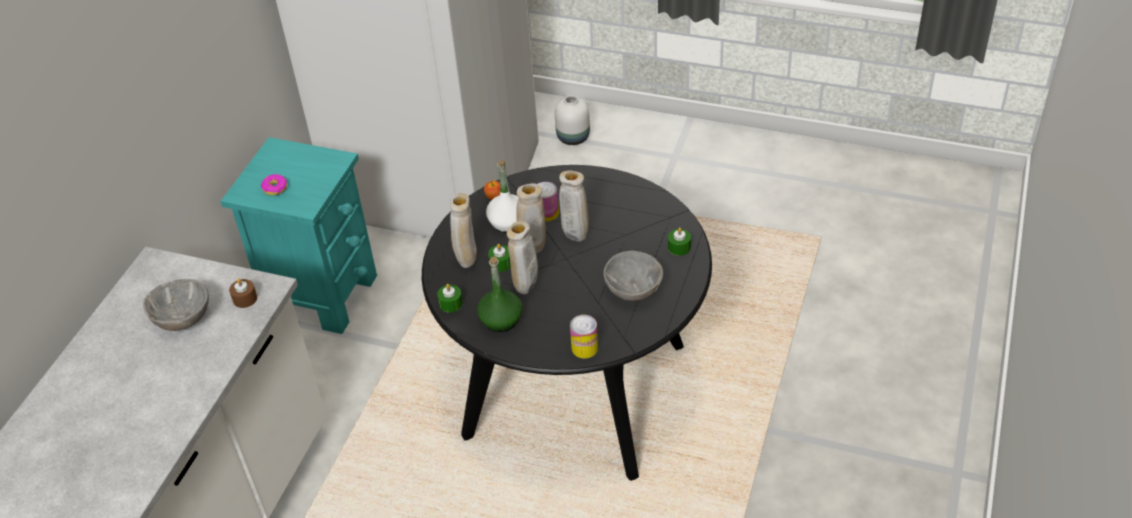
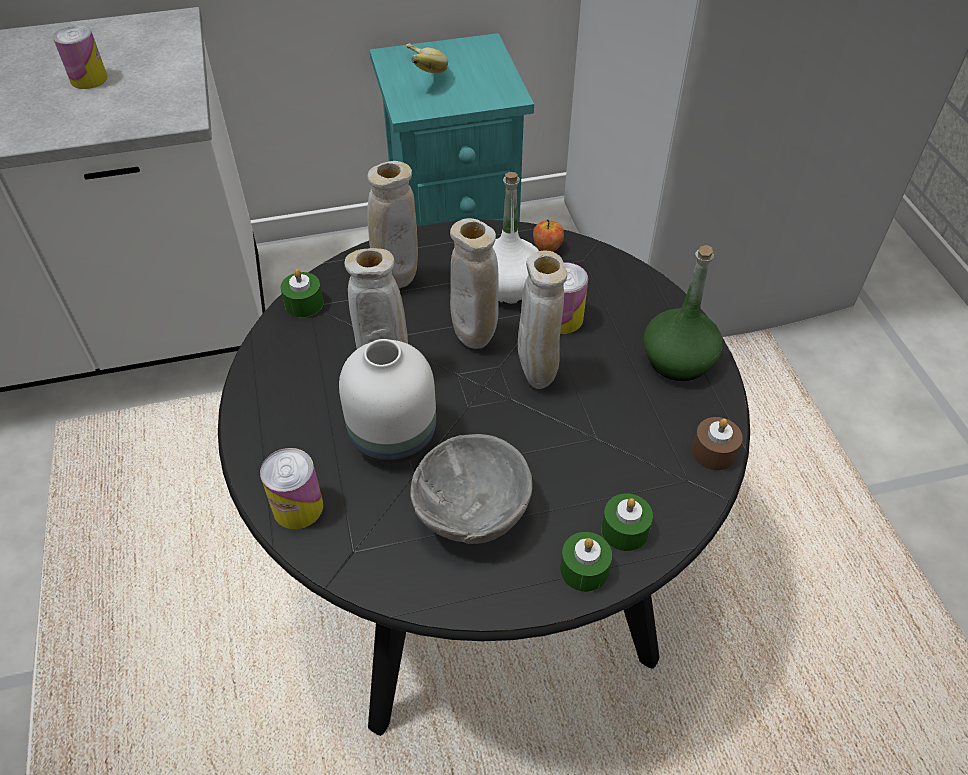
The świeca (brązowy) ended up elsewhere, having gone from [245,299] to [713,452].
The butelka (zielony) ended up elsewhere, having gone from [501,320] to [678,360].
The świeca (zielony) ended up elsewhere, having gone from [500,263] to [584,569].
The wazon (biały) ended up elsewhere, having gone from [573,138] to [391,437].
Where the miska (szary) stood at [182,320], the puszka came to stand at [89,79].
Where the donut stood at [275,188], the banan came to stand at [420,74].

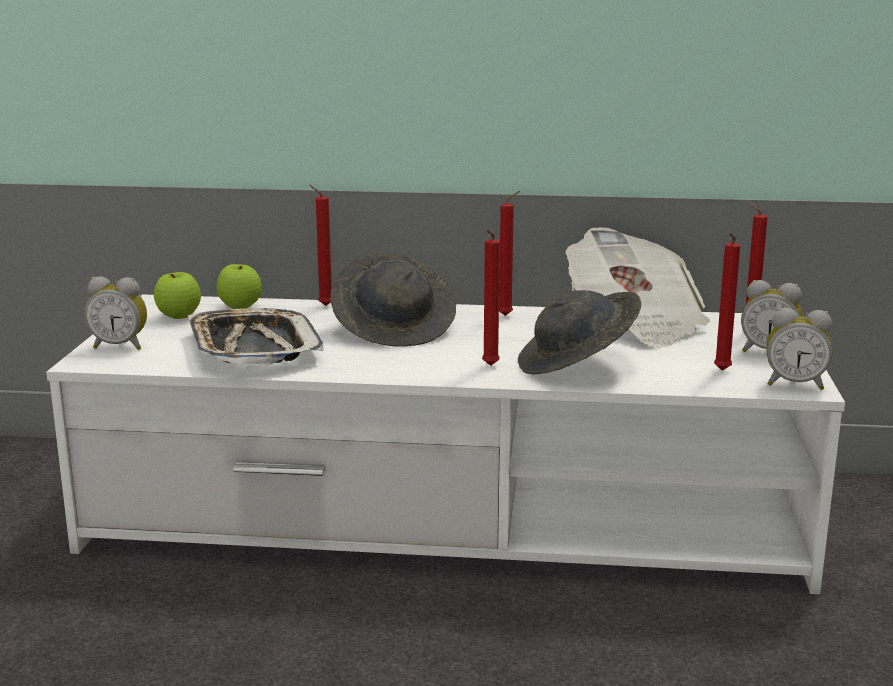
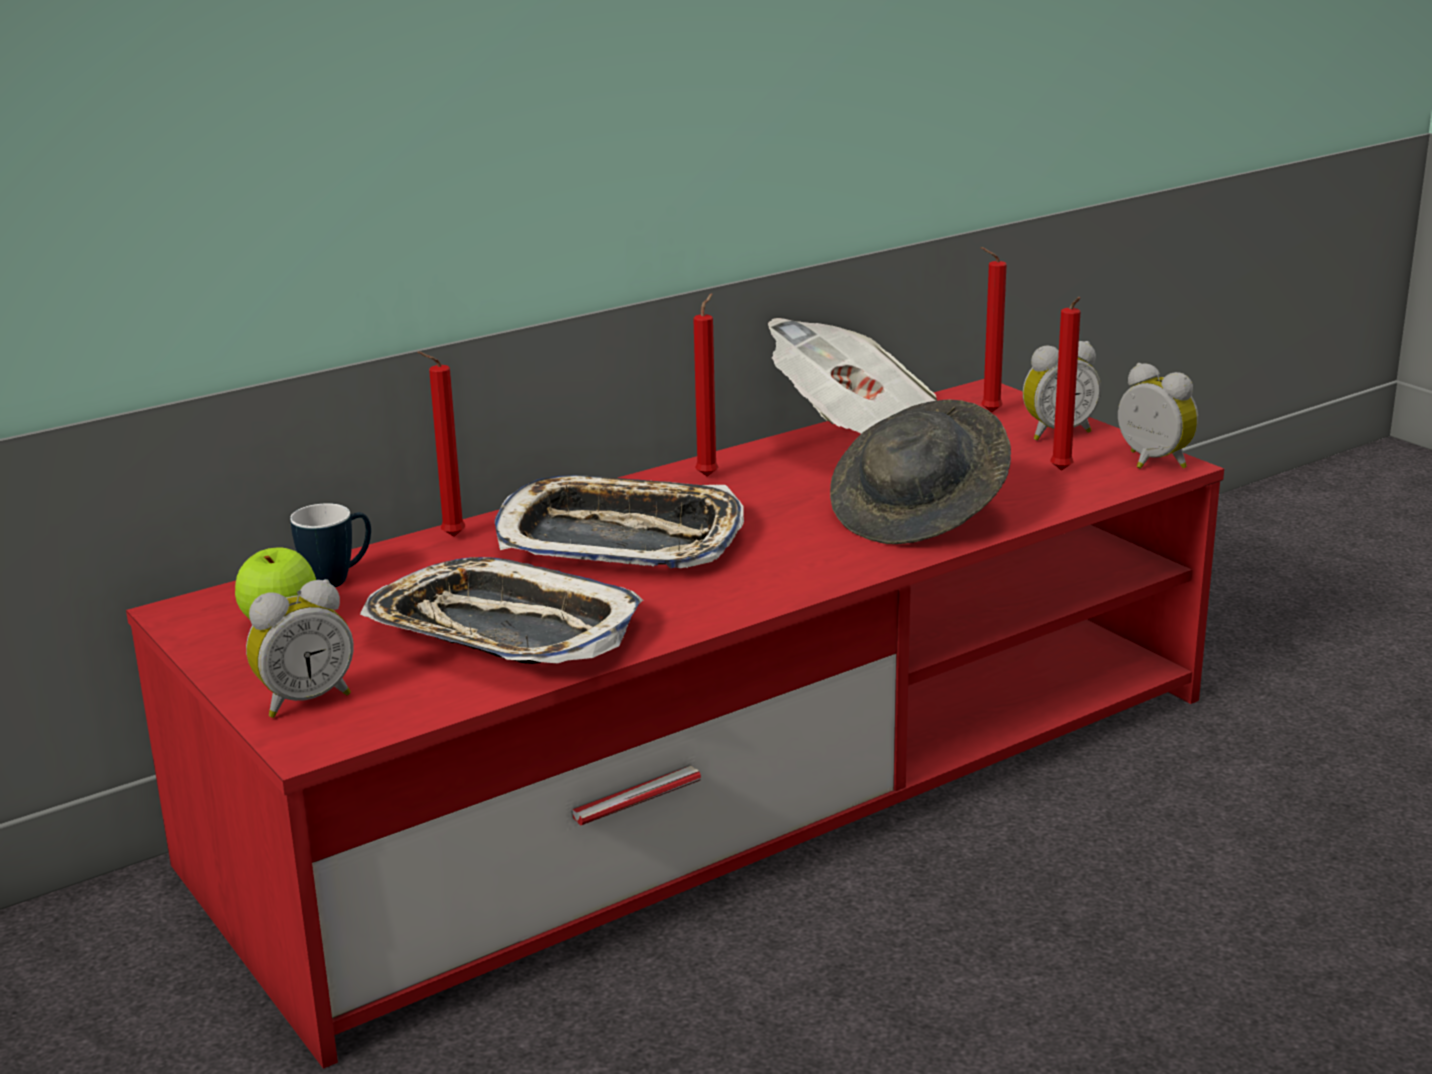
The second view lost the świeca (czerwony) at [489,366].
Where the jabłko stood at [240,307], the kubek came to stand at [338,579].
Where the kapelusz (szary) stood at [395,329], the taca came to stand at [620,539].
What was the szafka pod telewizor (biały) at [449,512] turned into the szafka pod telewizor (czerwony) at [720,775].
The budzik at [795,384] ended up facing another way, 105 degrees counterclockwise from before.

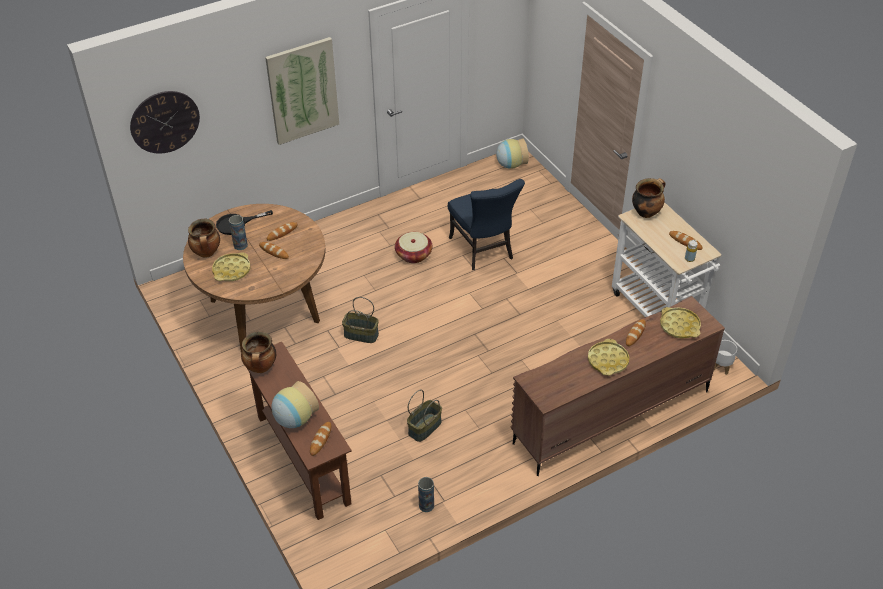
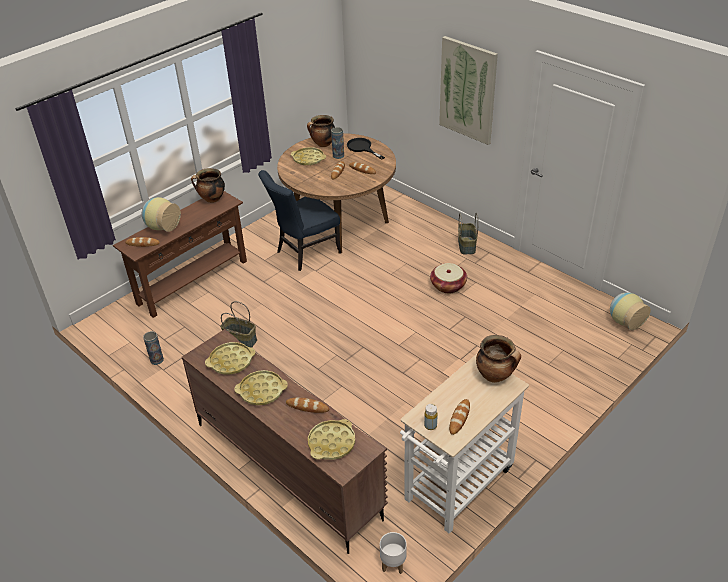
The second view lost the zegar ścienny at [165,122].
The second view gained the taca (żółty) at [231,361].
The koszyk ended up elsewhere, having gone from [360,335] to [466,245].
The krzesło (niebieski) ended up elsewhere, having gone from [484,250] to [305,253].

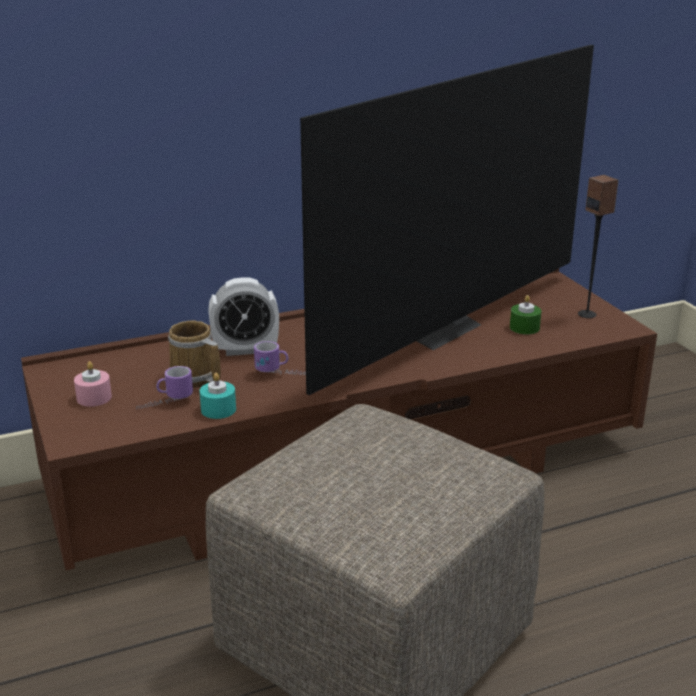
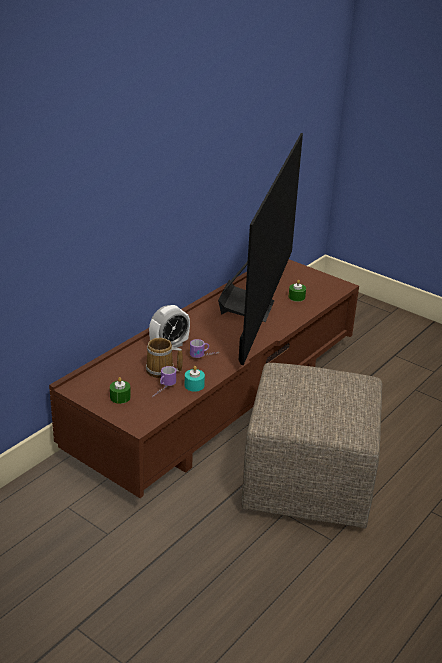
The second view lost the głośnik at [587,314].
What was the świeca (różowy) at [94,397] turned into the świeca (zielony) at [120,397].

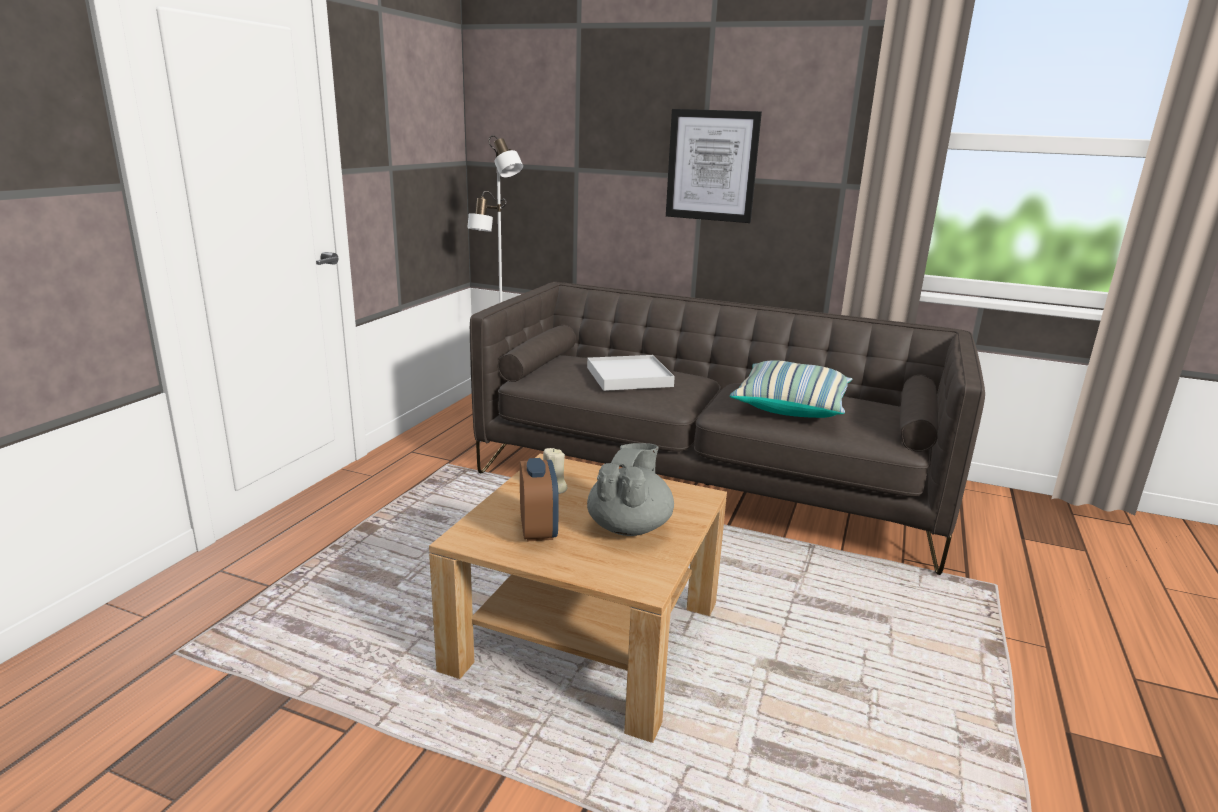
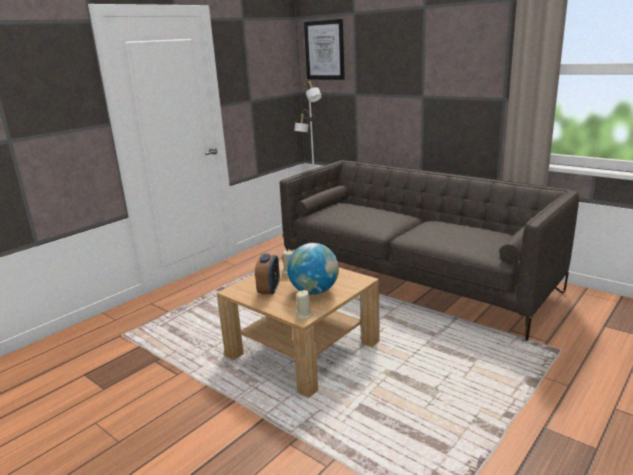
The second view lost the taca (biały) at [629,377].
The second view lost the poduszka at [791,406].
The second view gained the świeca (beżowy) at [304,315].
The obraz ended up elsewhere, having gone from [712,166] to [324,50].
Where the imbryk (szary) stood at [629,526], the globus came to stand at [314,291].

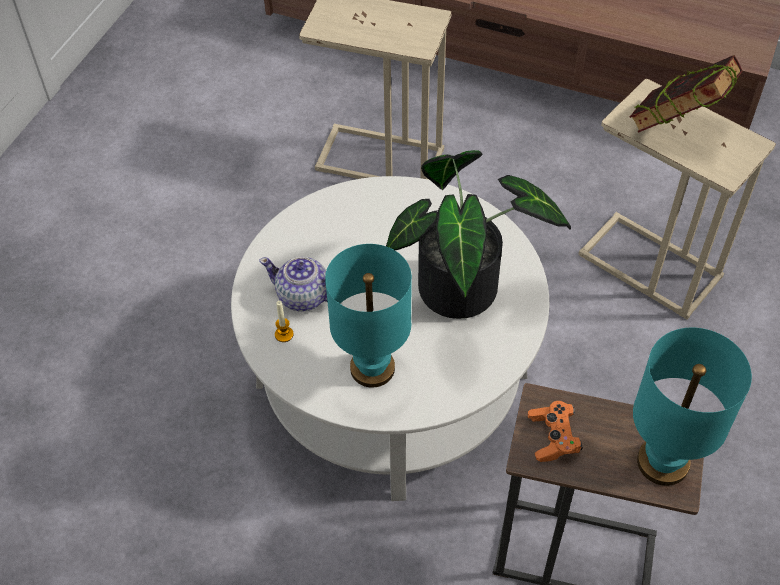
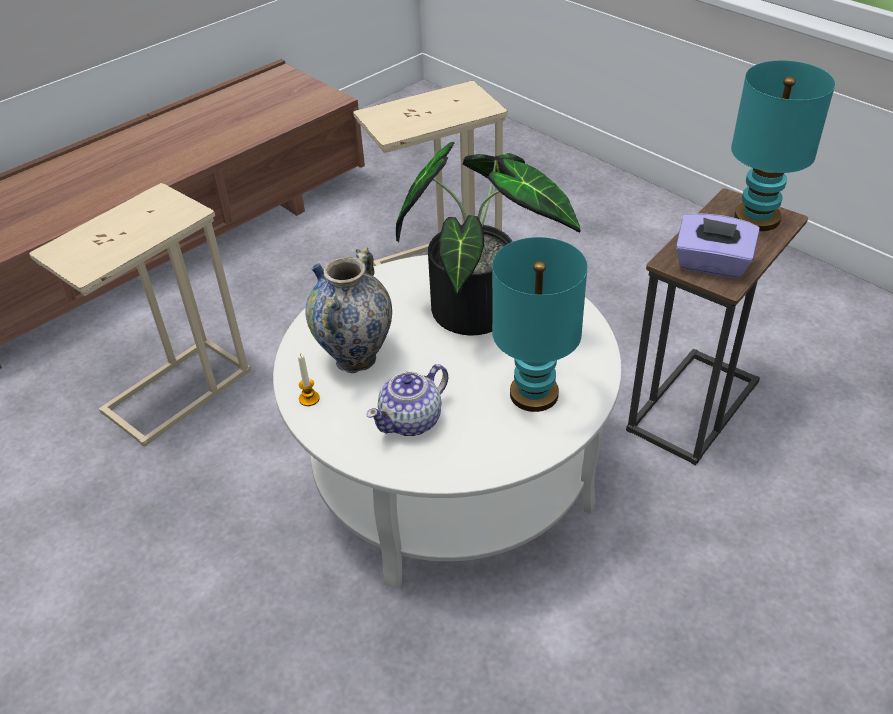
The second view lost the książka at [676,128].
The second view gained the wazon at [355,359].
The świeca ended up elsewhere, having gone from [284,334] to [309,399].
Where the pad do gier (pomarańczowy) stood at [553,437], the pudełko chusteczek (fioletowy) came to stand at [711,265].

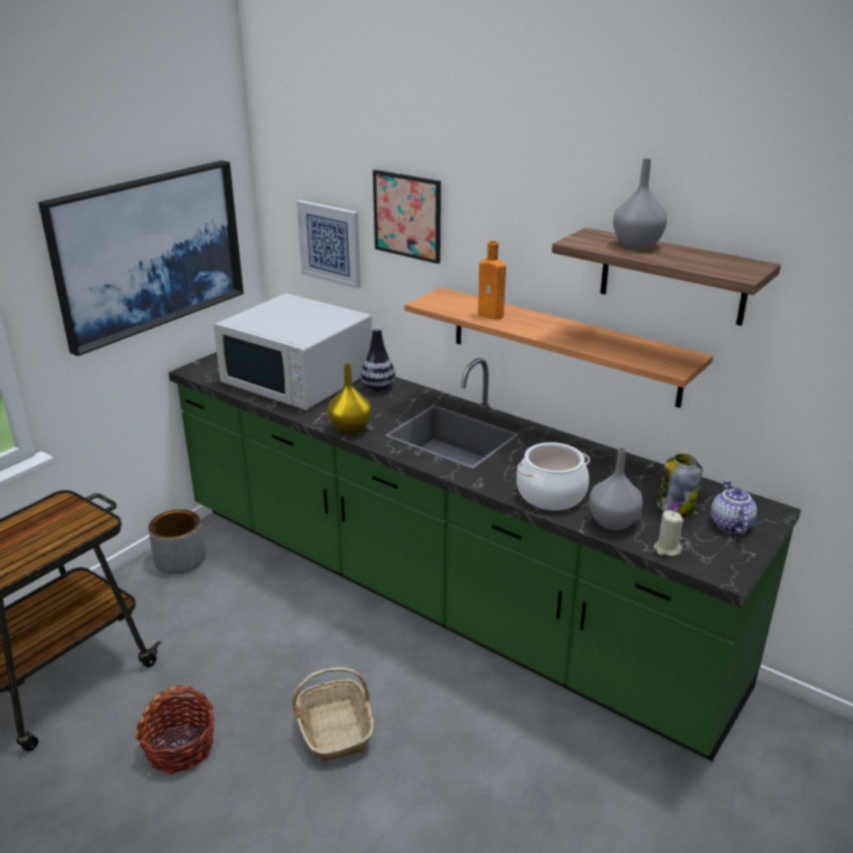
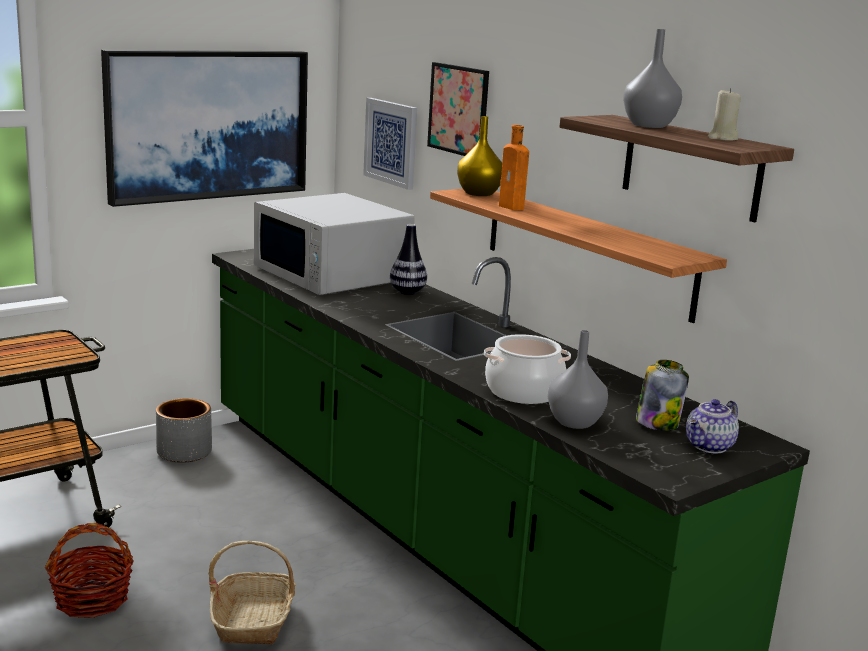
The wazon (żółty) ended up elsewhere, having gone from [351,429] to [480,193].
The świeca (beżowy) ended up elsewhere, having gone from [667,549] to [722,138].
The imbryk at [729,524] ended up facing another way, 150 degrees counterclockwise from before.

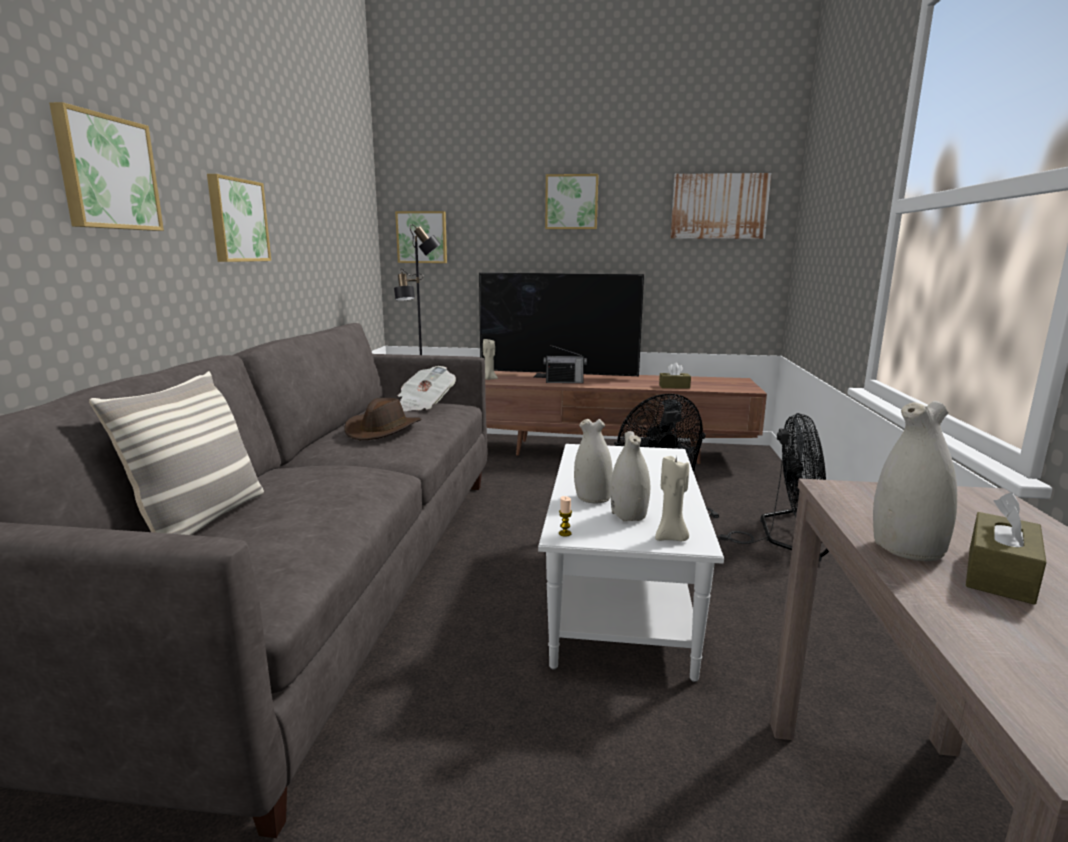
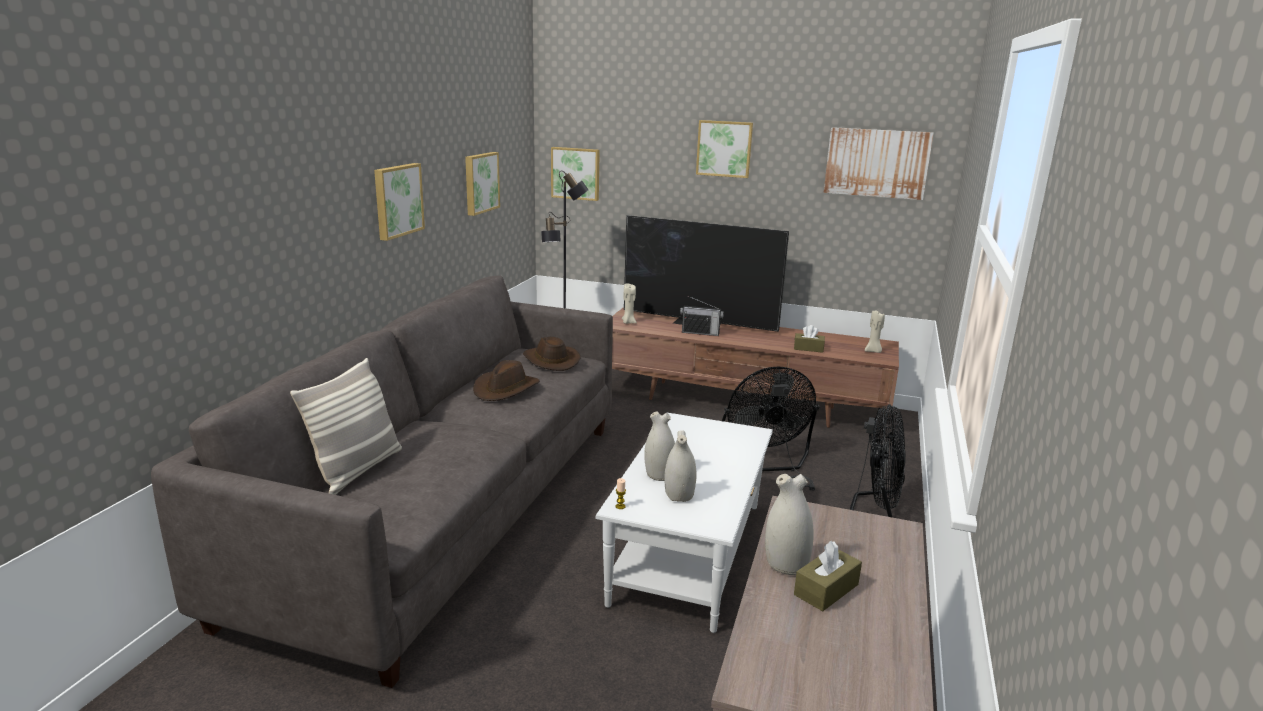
The obraz ended up elsewhere, having gone from [106,173] to [480,182].
The świeca (beżowy) ended up elsewhere, having gone from [671,538] to [873,351].
Where the gazeta stood at [424,405], the kapelusz (brązowy) came to stand at [550,360].

